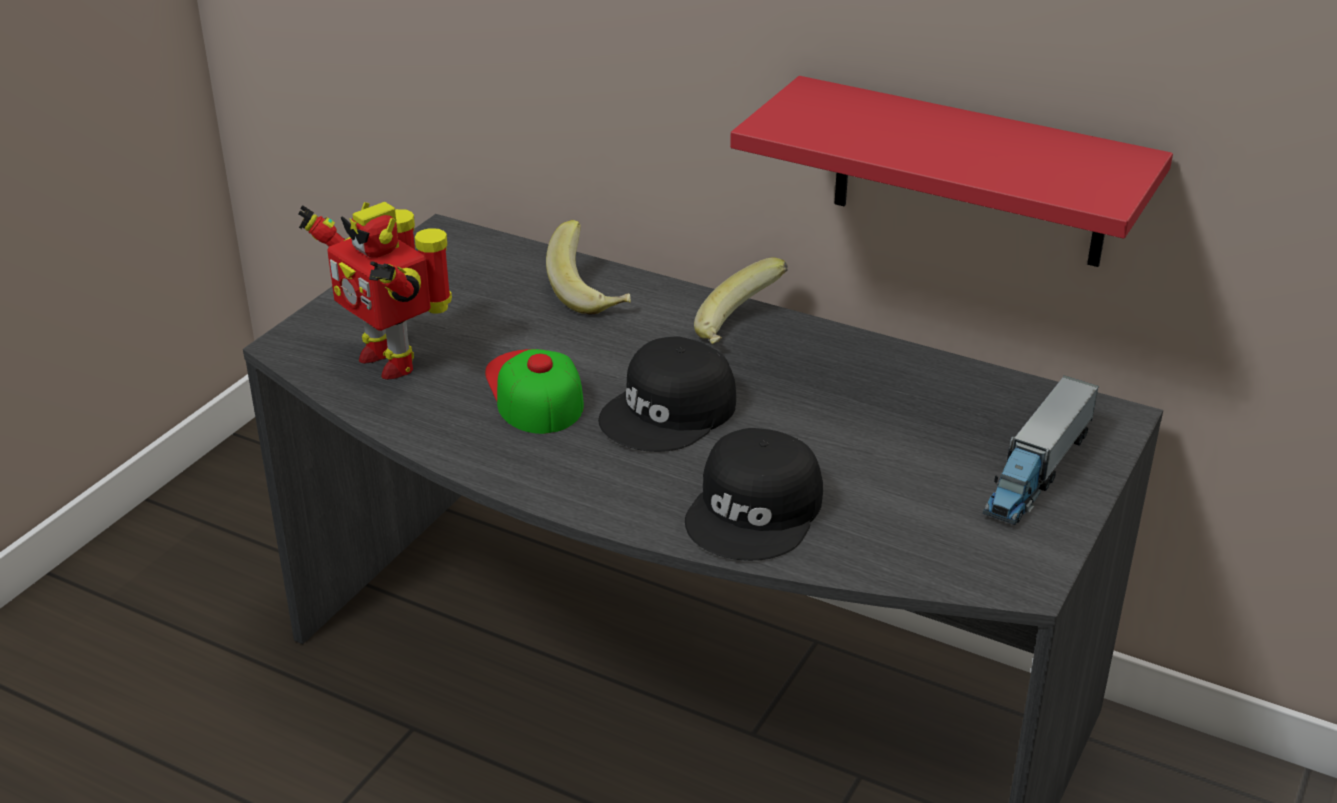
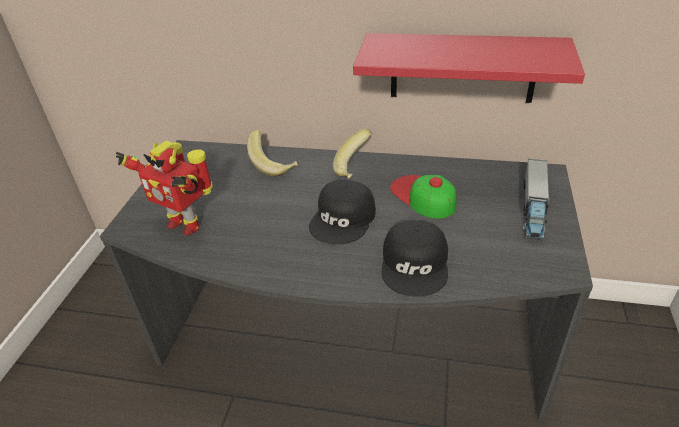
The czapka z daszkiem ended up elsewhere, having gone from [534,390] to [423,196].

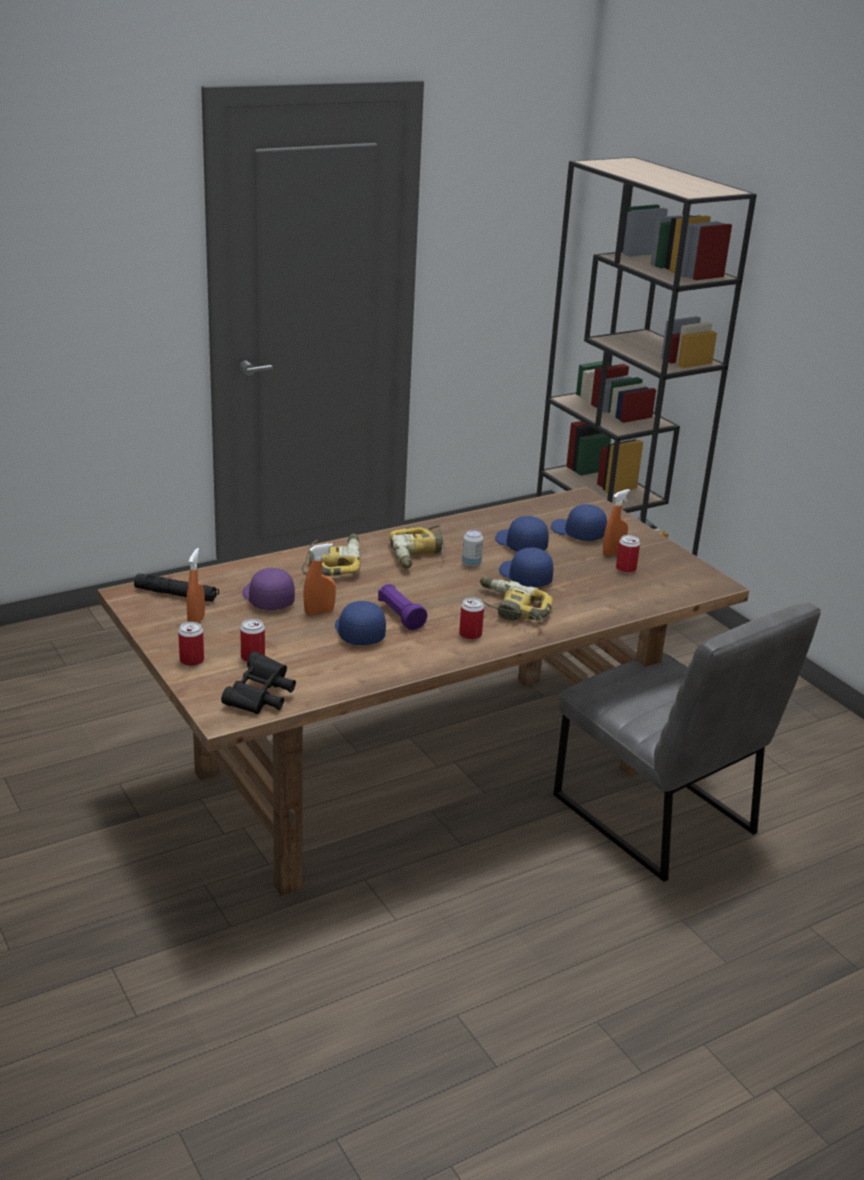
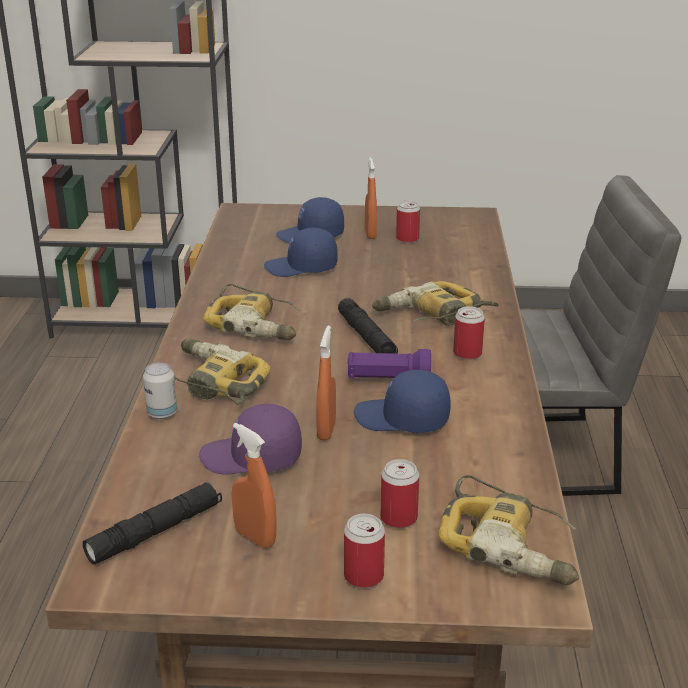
The second view lost the czapka z daszkiem (niebieski) at [524,577].
The second view gained the latarka (czarny) at [366,337].
The puszka ended up elsewhere, having gone from [471,563] to [162,413].
Where the lornetka (czarny) stood at [260,698], the wiertarka came to stand at [511,544].

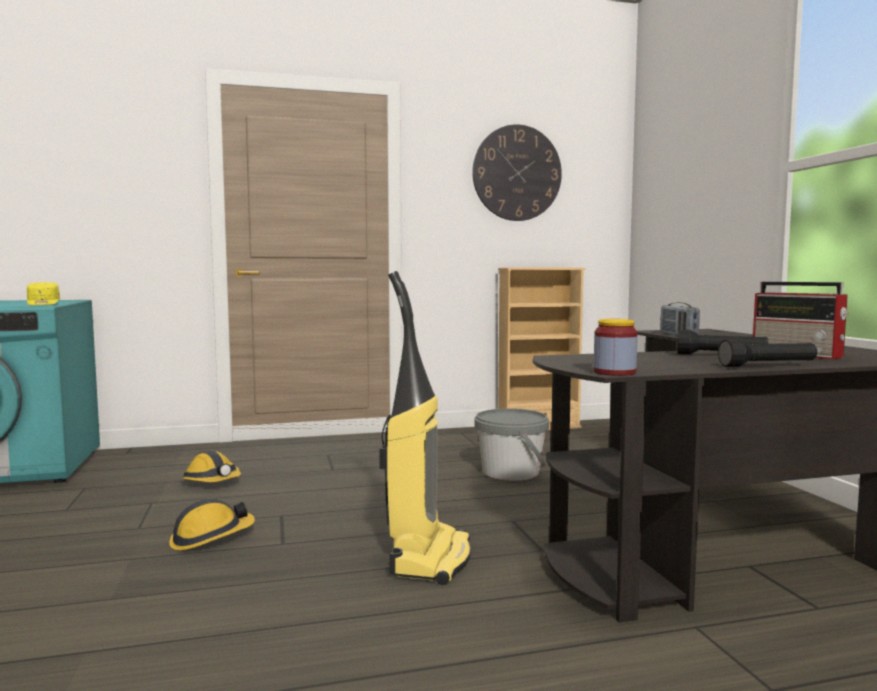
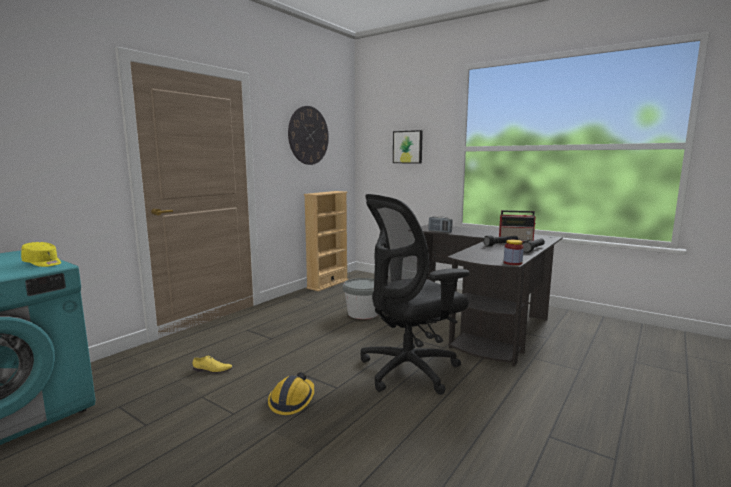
The second view gained the obraz at [408,147].
Where the kask stood at [212,482], the but (żółty) came to stand at [212,370].
Where the odkurzacz stood at [429,558], the krzesło biurowe (czarny) came to stand at [413,368].

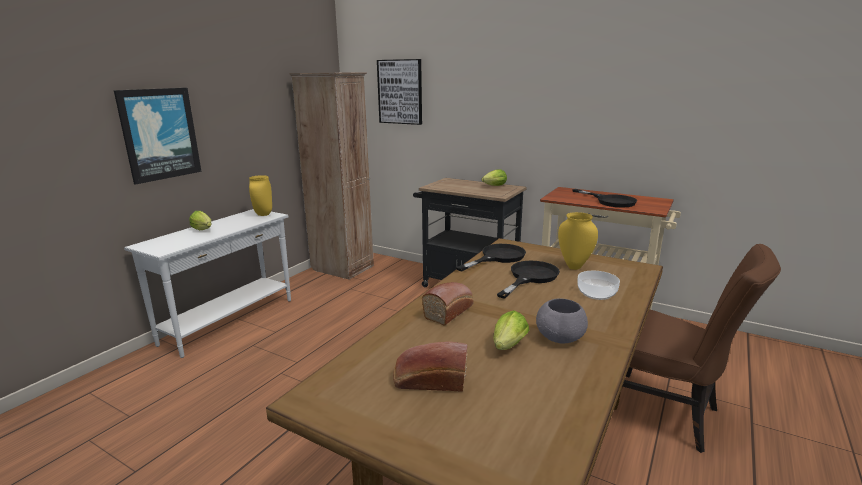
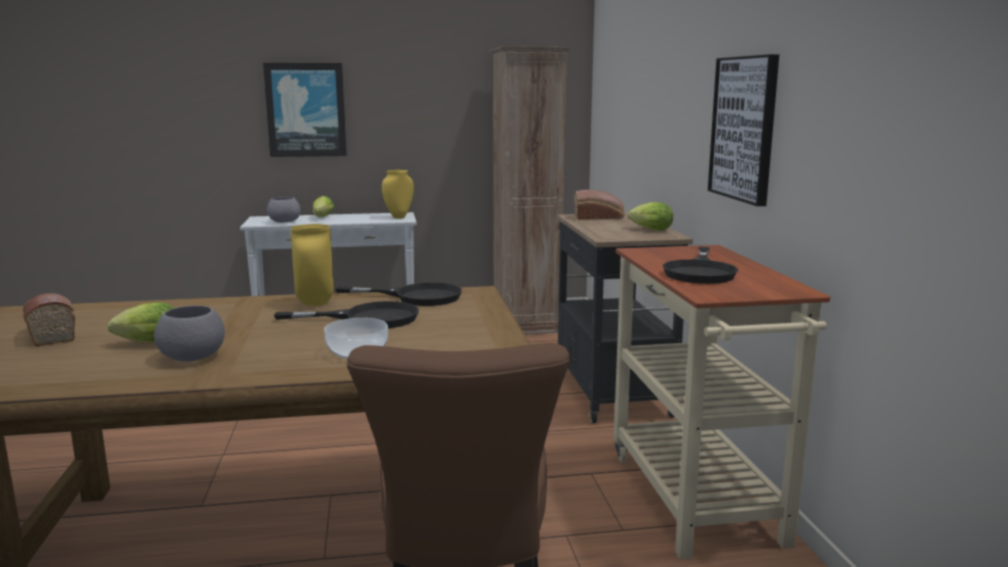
The second view gained the miska (szary) at [284,222].
The obraz ended up elsewhere, having gone from [400,92] to [744,128].
The chleb ended up elsewhere, having gone from [450,311] to [599,217].
The wazon (żółty) ended up elsewhere, having gone from [574,267] to [314,303].

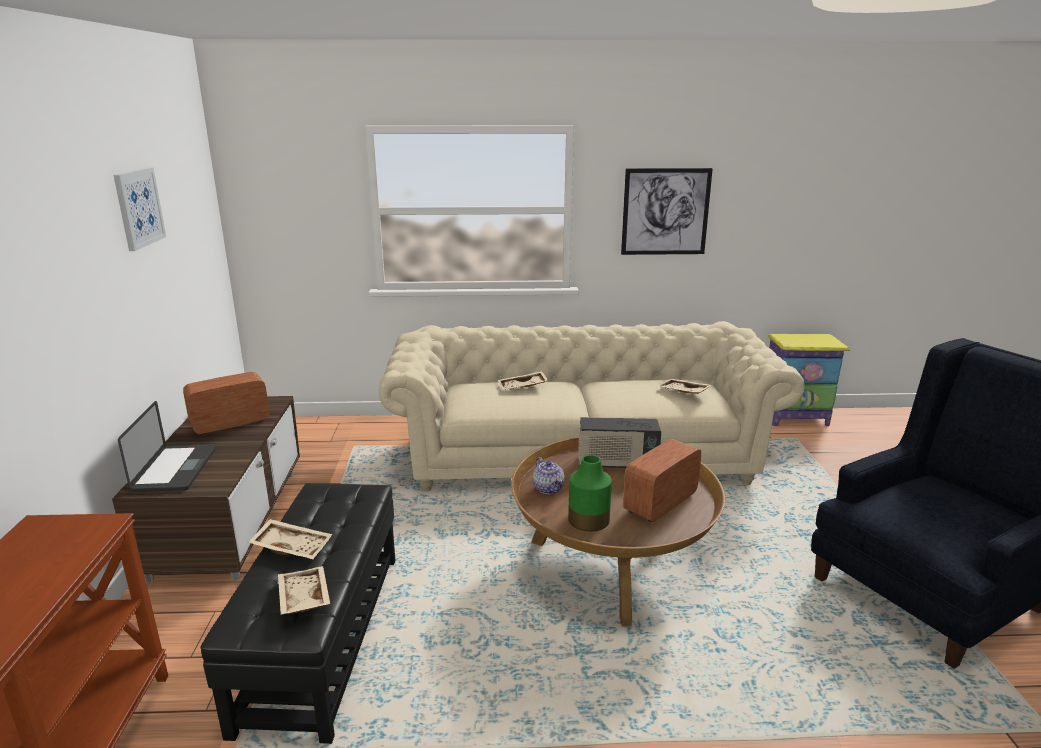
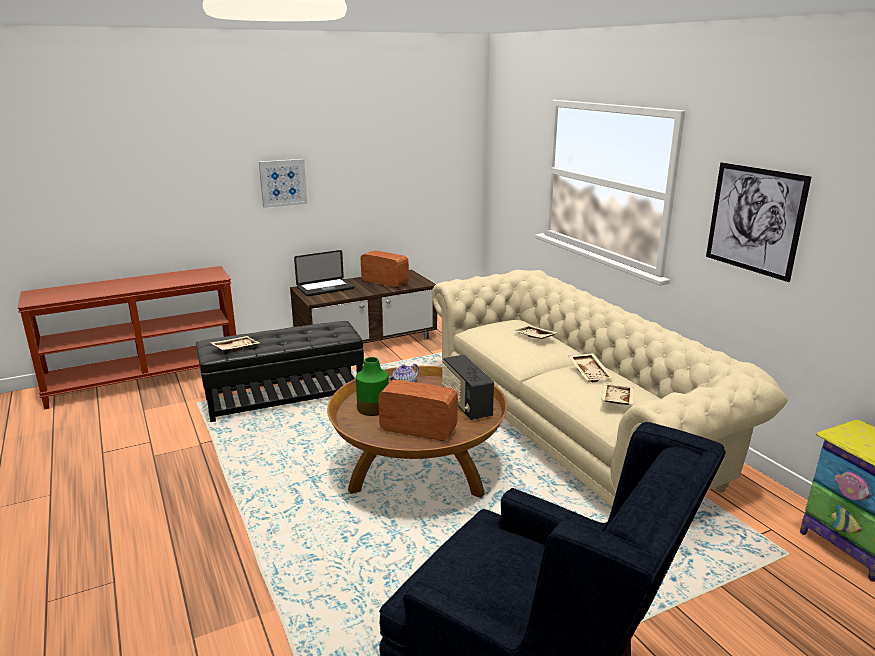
The obraz ended up elsewhere, having gone from [138,208] to [283,182].
The taca (beżowy) ended up elsewhere, having gone from [293,546] to [590,373].

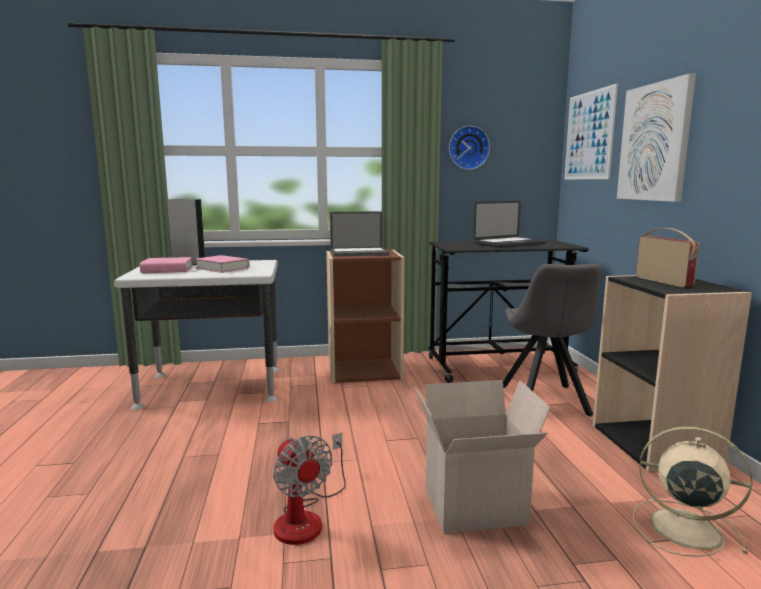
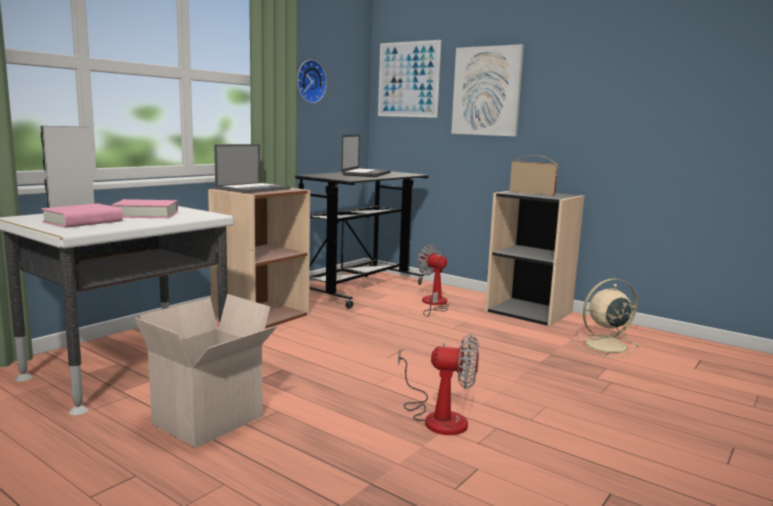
The karton ended up elsewhere, having gone from [474,508] to [208,422].
Where the krzesło (szary) stood at [544,401], the wentylator came to stand at [434,304].

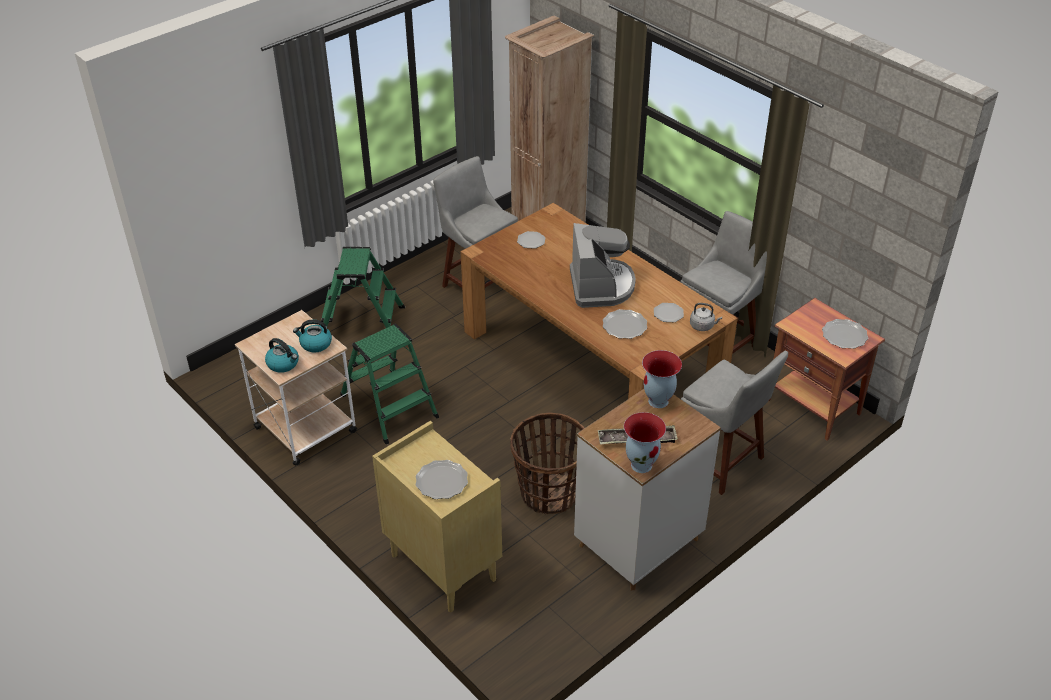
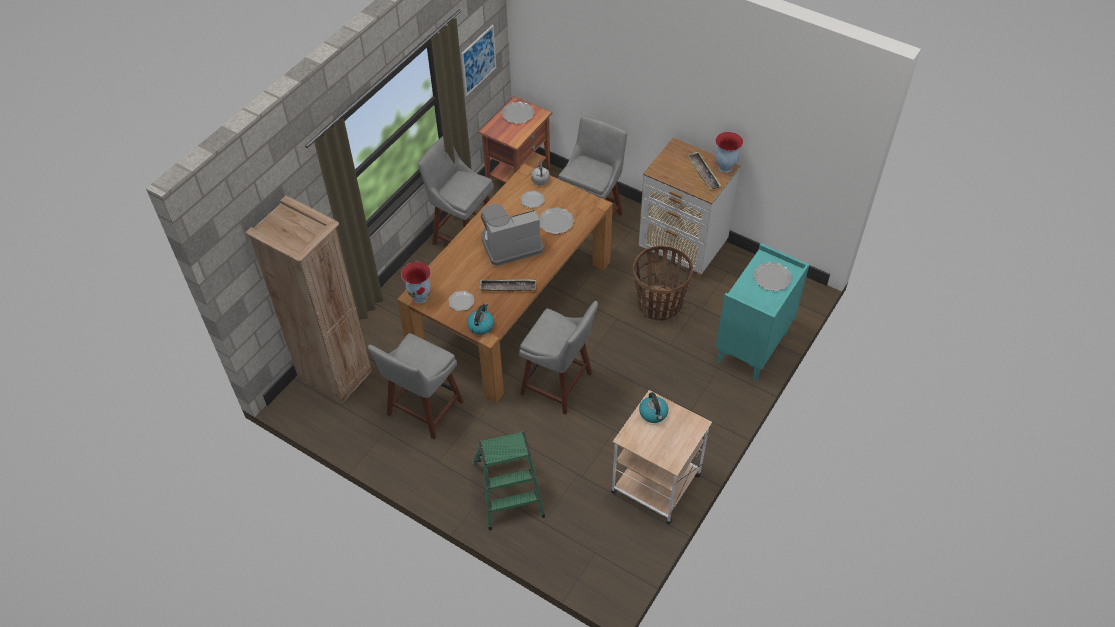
The second view lost the drabinka (zielony) at [389,405].
The second view gained the obraz at [478,60].
The second view gained the taca at [507,287].
The second view gained the krzesło (szary) at [560,385].
The czajnik ended up elsewhere, having gone from [283,364] to [481,325].
The wazon ended up elsewhere, having gone from [658,401] to [420,297].
What was the szafka (beżowy) at [442,566] turned into the szafka (turkusowy) at [752,348].

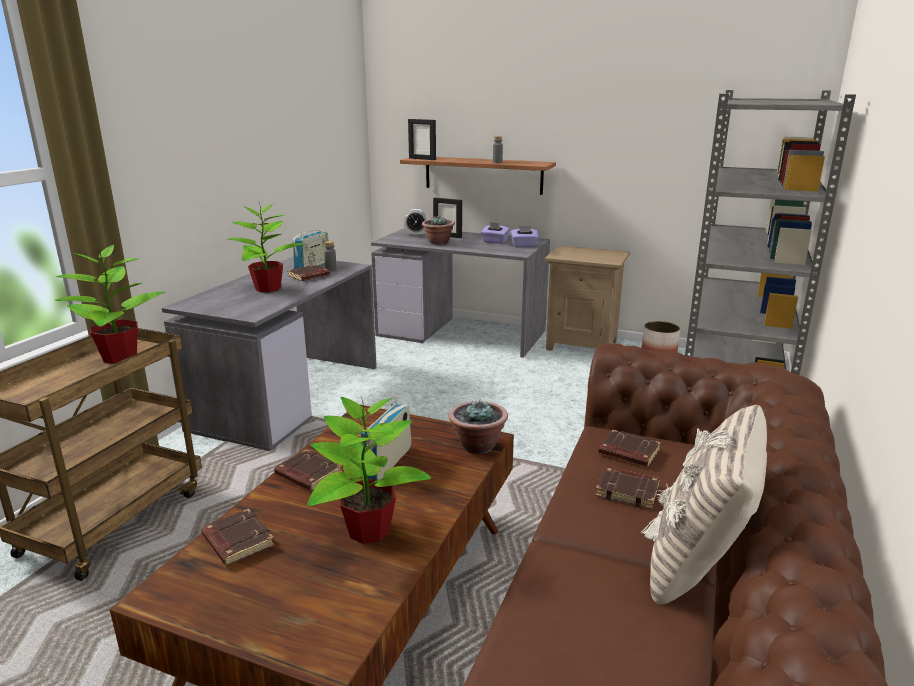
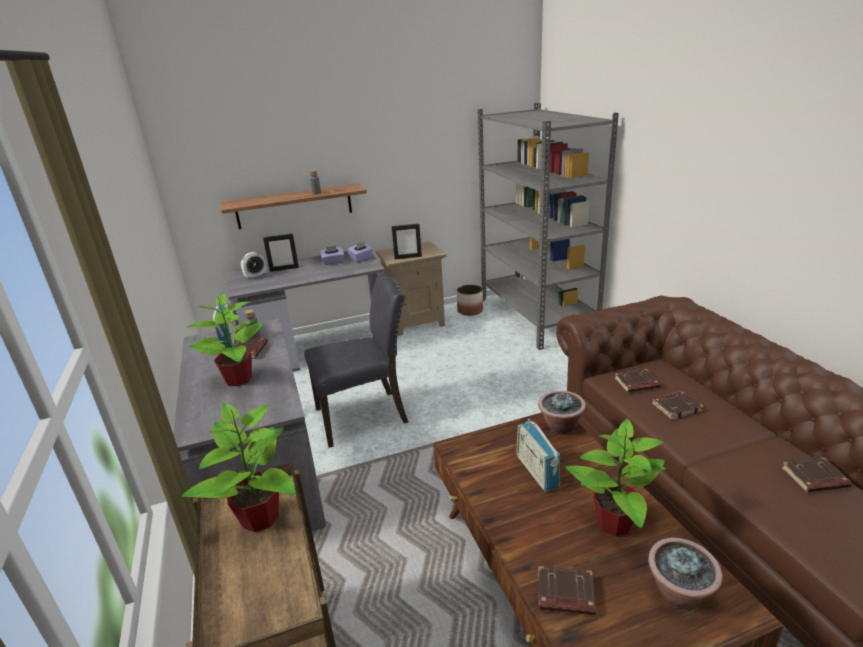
The second view lost the poduszka (beżowy) at [693,561].
The second view gained the krzesło (szary) at [364,416].
The książka (brązowy) ended up elsewhere, having gone from [307,475] to [814,479].
The ramka na zdjęcie ended up elsewhere, having gone from [422,159] to [408,257].
The roślina doniczkowa ended up elsewhere, having gone from [438,242] to [679,593].

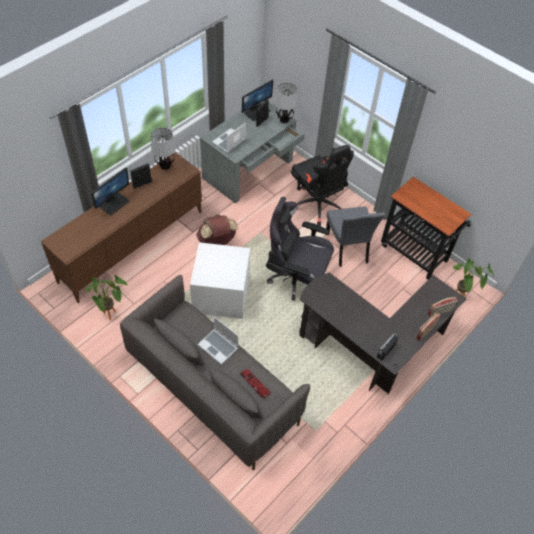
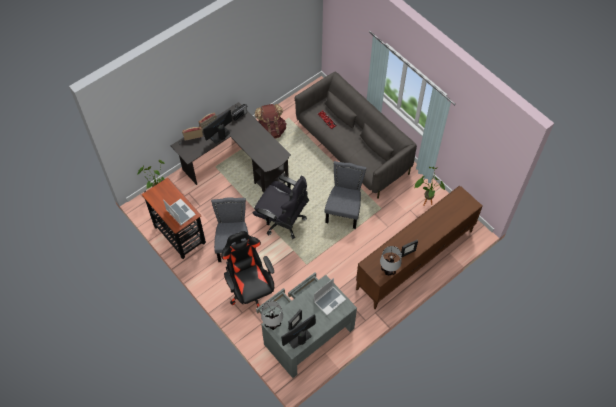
The monitor ended up elsewhere, having gone from [114,203] to [219,135].
The plecak (brązowy) ended up elsewhere, having gone from [217,241] to [271,130].
The laptop ended up elsewhere, having gone from [218,347] to [180,212].
Where the pojemnik do przechowywania (biały) stood at [220,295], the krzesło (szary) came to stand at [344,211].

